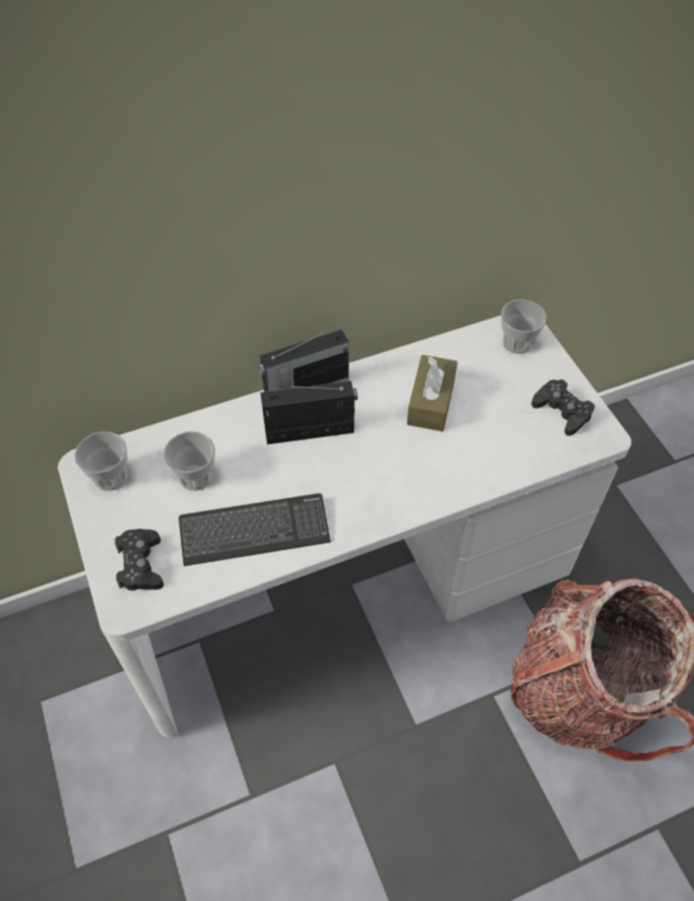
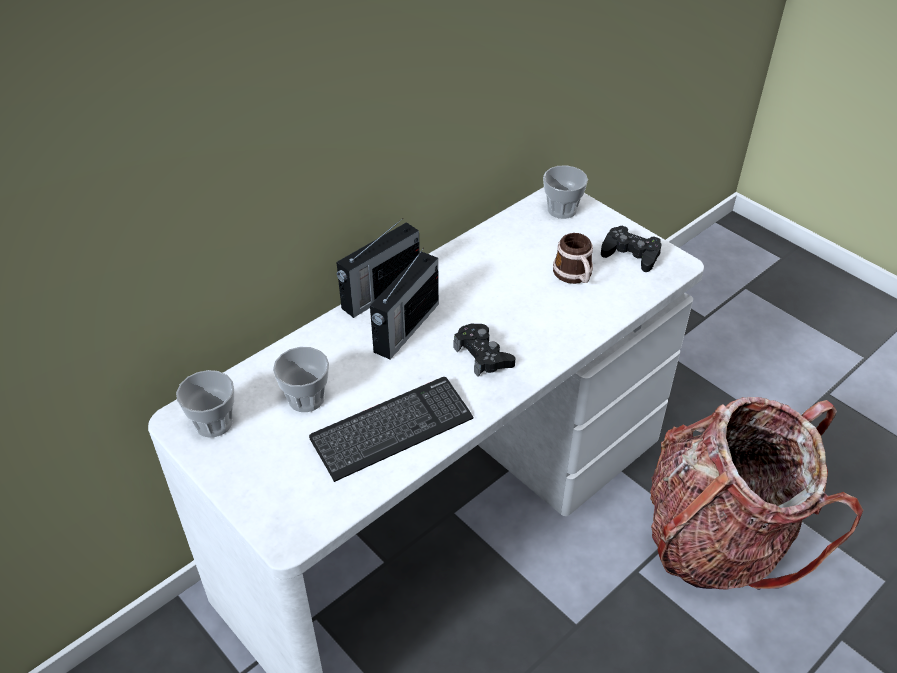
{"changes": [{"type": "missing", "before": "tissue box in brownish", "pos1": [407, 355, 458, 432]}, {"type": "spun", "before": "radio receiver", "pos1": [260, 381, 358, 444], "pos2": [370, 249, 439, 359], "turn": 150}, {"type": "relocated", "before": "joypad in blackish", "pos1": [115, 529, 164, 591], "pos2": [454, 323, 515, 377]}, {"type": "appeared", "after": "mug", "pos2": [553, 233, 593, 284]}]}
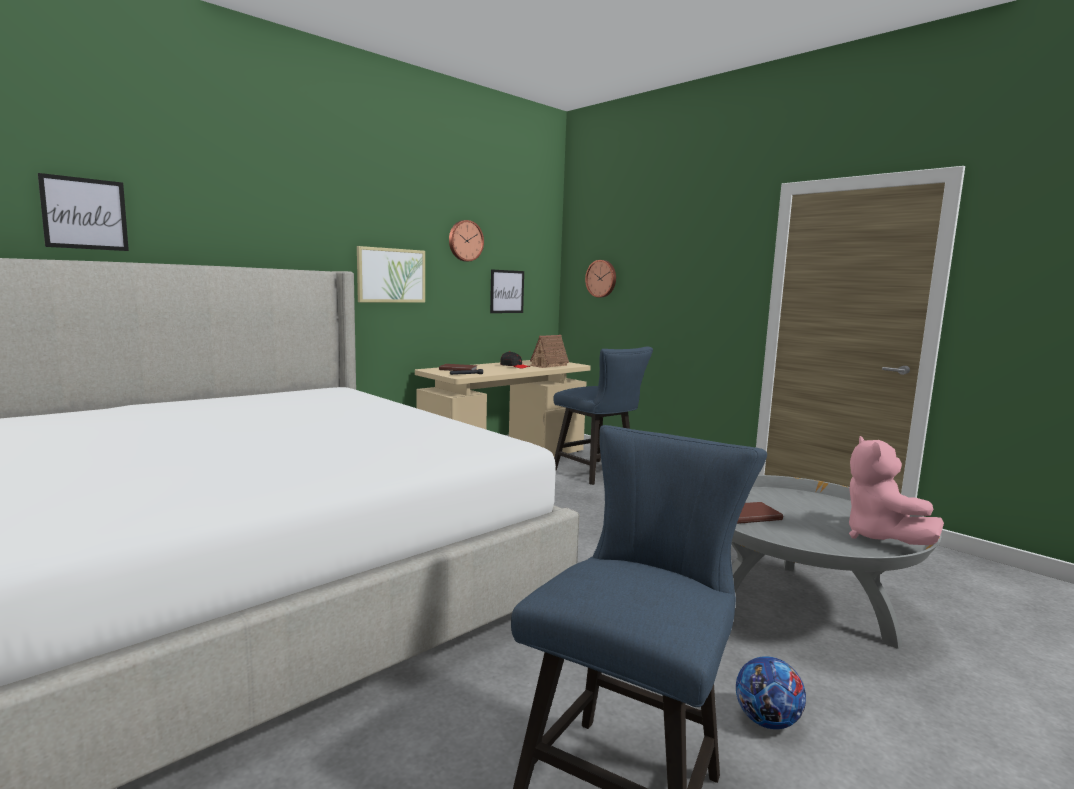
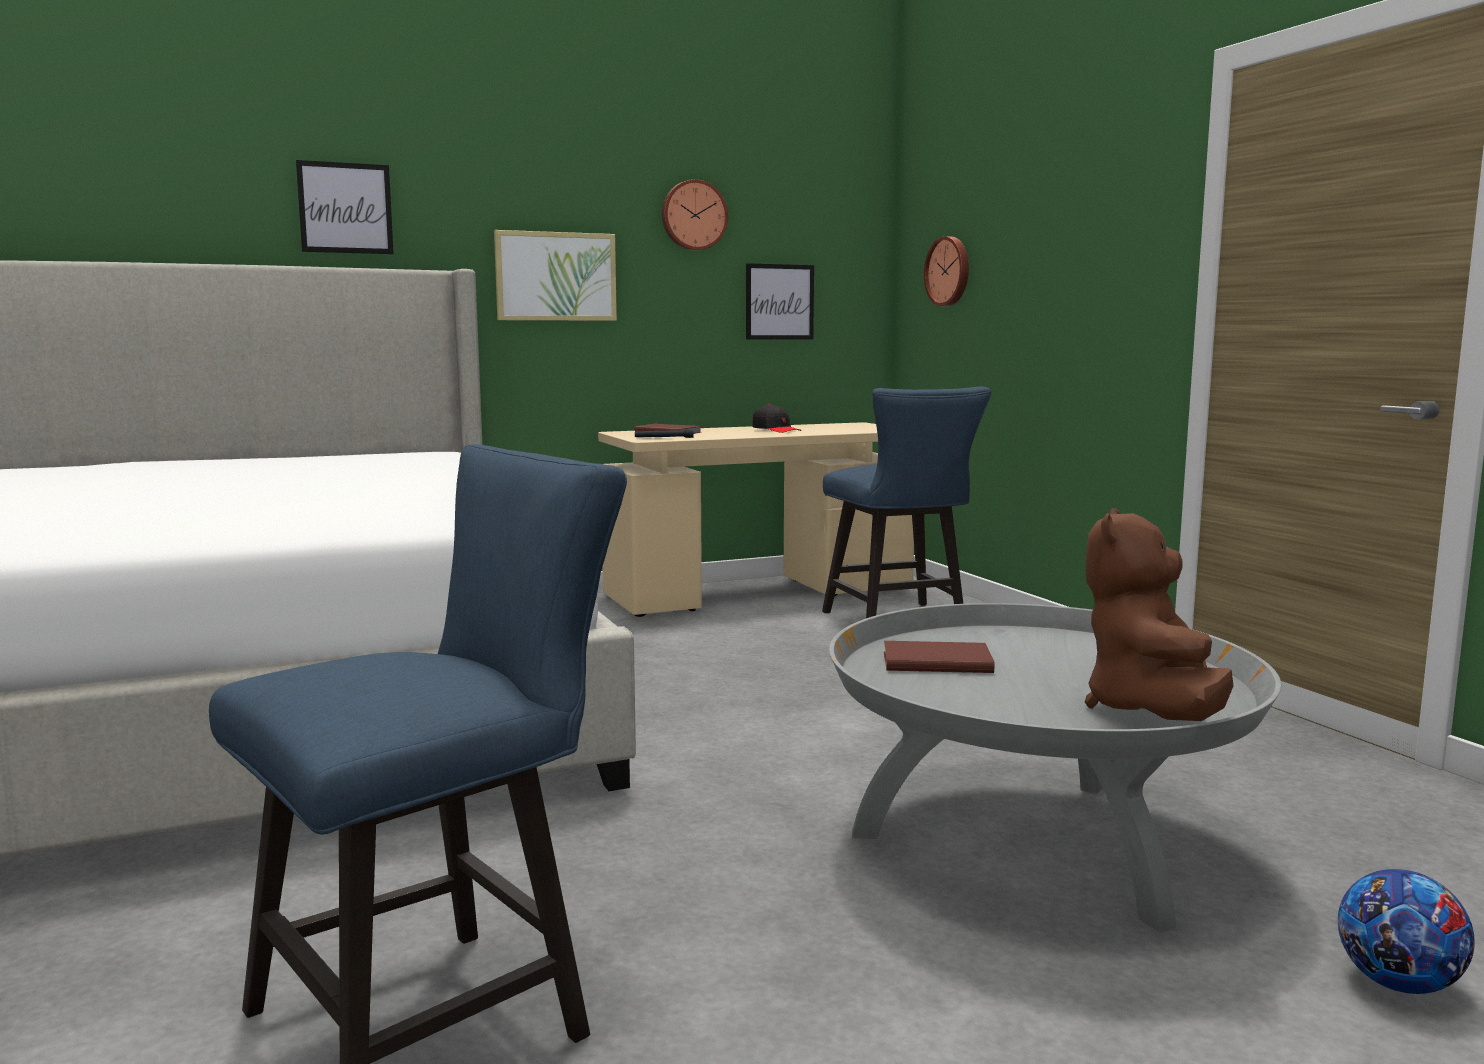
{"changes": [{"type": "relocated", "before": "wall picture", "pos1": [38, 173, 129, 251], "pos2": [296, 160, 394, 254]}, {"type": "missing", "before": "miniature house", "pos1": [529, 335, 569, 368]}, {"type": "colour", "before": "plush toy in pink", "after": "plush toy in brownish", "pos1": [849, 436, 944, 545], "pos2": [1085, 508, 1234, 721]}, {"type": "relocated", "before": "football", "pos1": [736, 656, 806, 729], "pos2": [1338, 869, 1475, 994]}]}
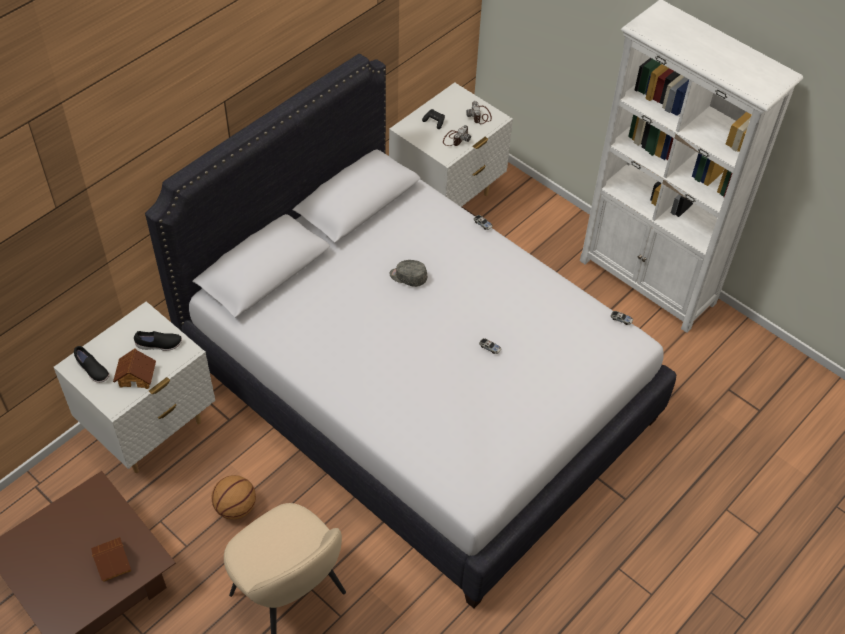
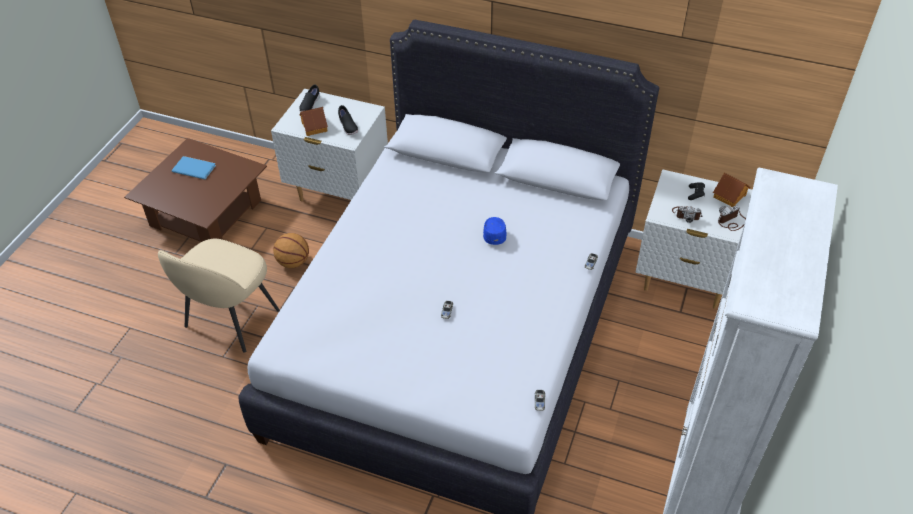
{"changes": [{"type": "colour", "before": "peaked cap in grey", "after": "peaked cap in bluish", "pos1": [390, 260, 427, 287], "pos2": [483, 217, 506, 245]}, {"type": "relocated", "before": "miniature house", "pos1": [91, 537, 131, 582], "pos2": [713, 173, 750, 207]}, {"type": "appeared", "after": "bound book in bluish", "pos2": [172, 156, 216, 179]}]}
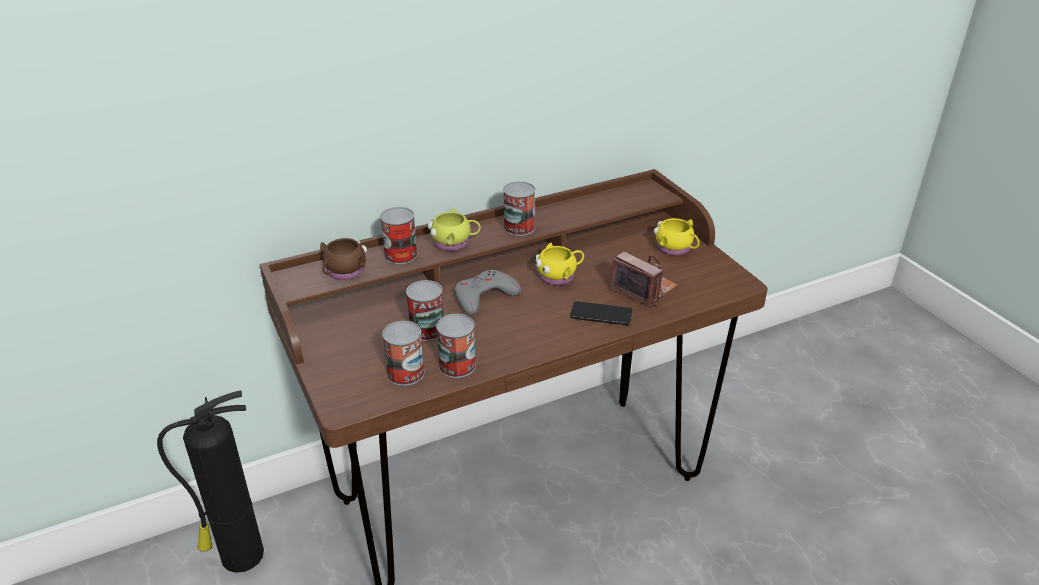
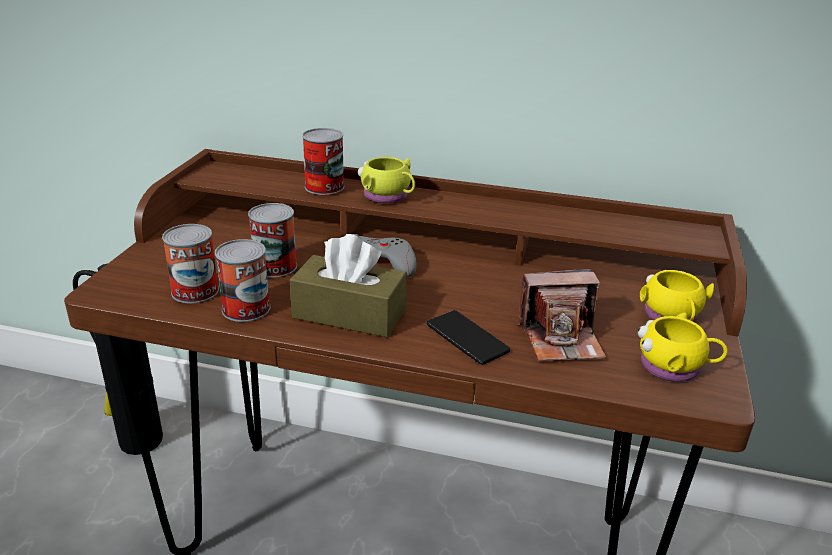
{"changes": [{"type": "missing", "before": "can", "pos1": [503, 181, 536, 236]}, {"type": "missing", "before": "mug in brownish", "pos1": [320, 238, 367, 280]}, {"type": "relocated", "before": "mug in yellow", "pos1": [534, 242, 584, 286], "pos2": [638, 312, 728, 382]}, {"type": "spun", "before": "photo camera", "pos1": [610, 252, 678, 307], "pos2": [517, 269, 606, 361], "turn": 90}, {"type": "appeared", "after": "tissue box in brownish", "pos2": [290, 234, 407, 338]}]}
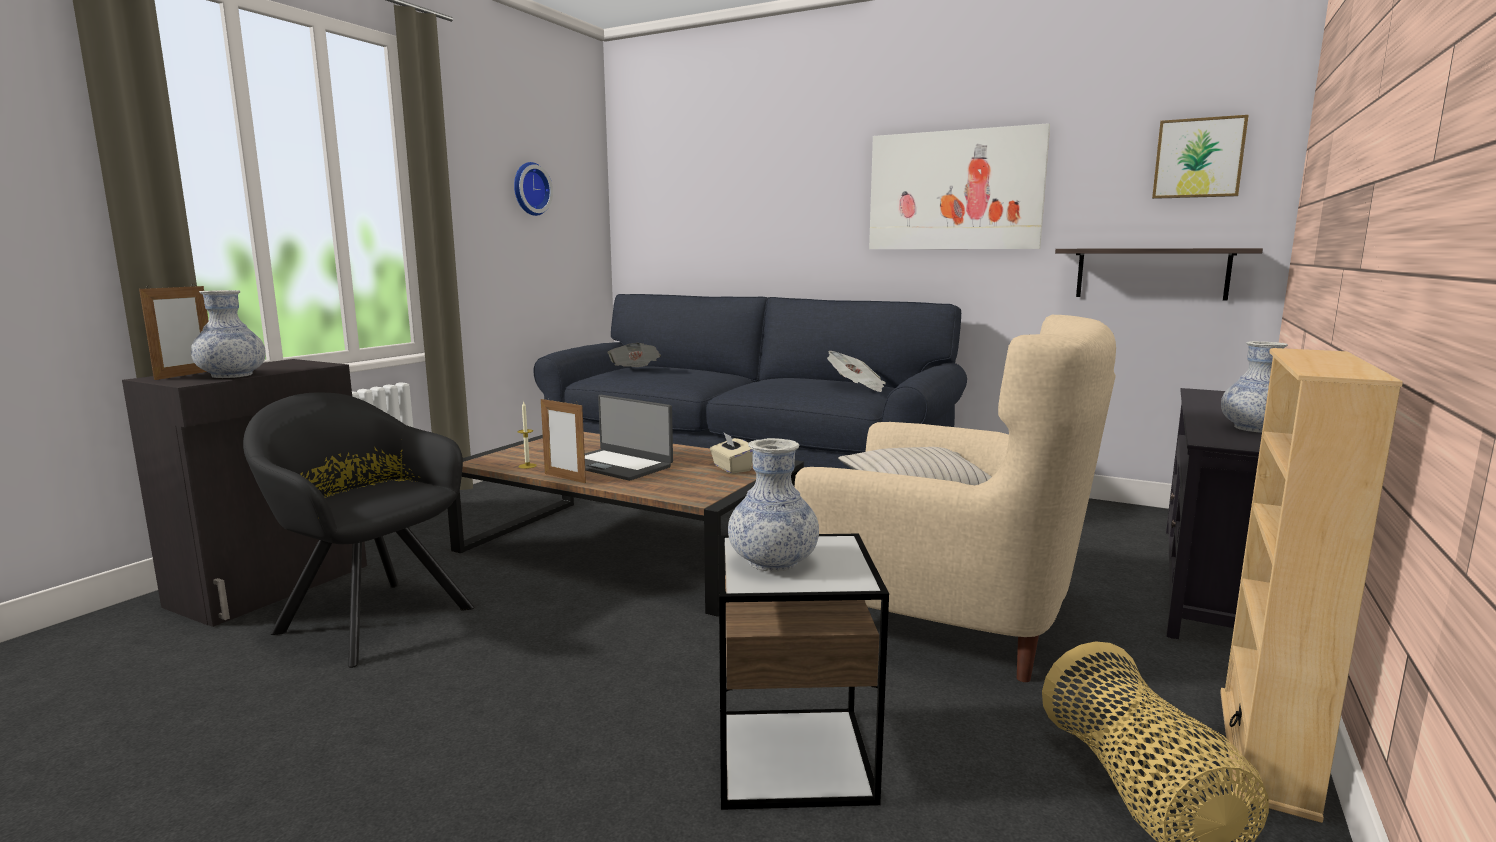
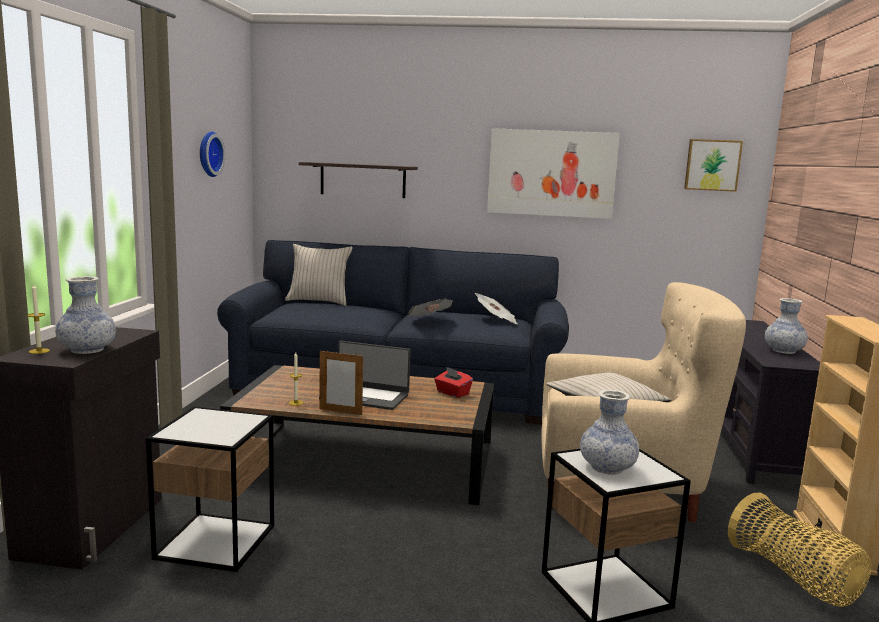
{"changes": [{"type": "relocated", "before": "wall shelf", "pos1": [1055, 248, 1263, 300], "pos2": [299, 162, 418, 198]}, {"type": "exchanged", "before": "picture frame", "after": "wax light", "pos1": [139, 283, 209, 380], "pos2": [27, 284, 50, 354]}, {"type": "relocated", "before": "daily paper", "pos1": [607, 343, 661, 367], "pos2": [408, 299, 453, 316]}, {"type": "exchanged", "before": "lounge chair in blackish", "after": "accent table", "pos1": [243, 393, 474, 668], "pos2": [146, 407, 274, 572]}, {"type": "colour", "before": "tissue box in beige-coloured", "after": "tissue box in reddish", "pos1": [710, 433, 753, 474], "pos2": [434, 367, 473, 398]}, {"type": "appeared", "after": "cushion in beige-coloured", "pos2": [285, 244, 353, 306]}]}
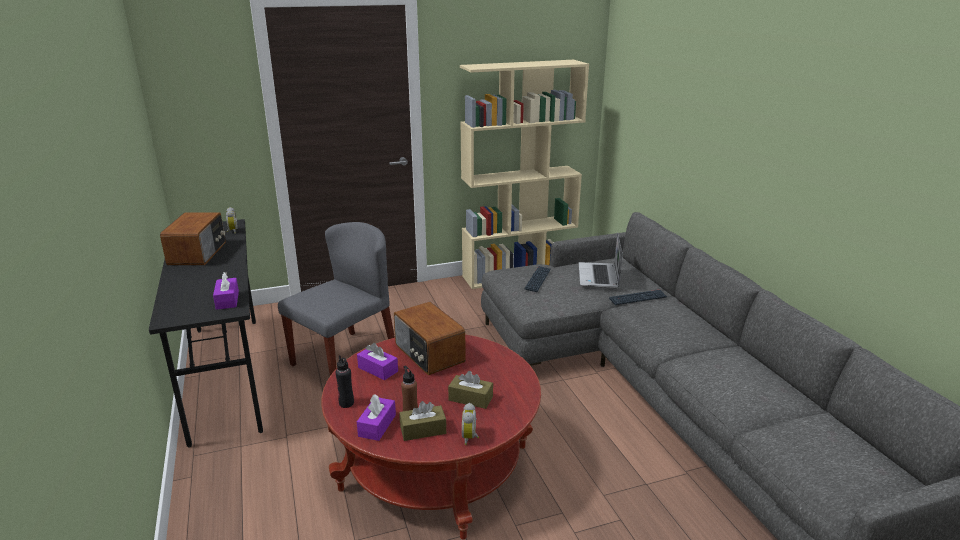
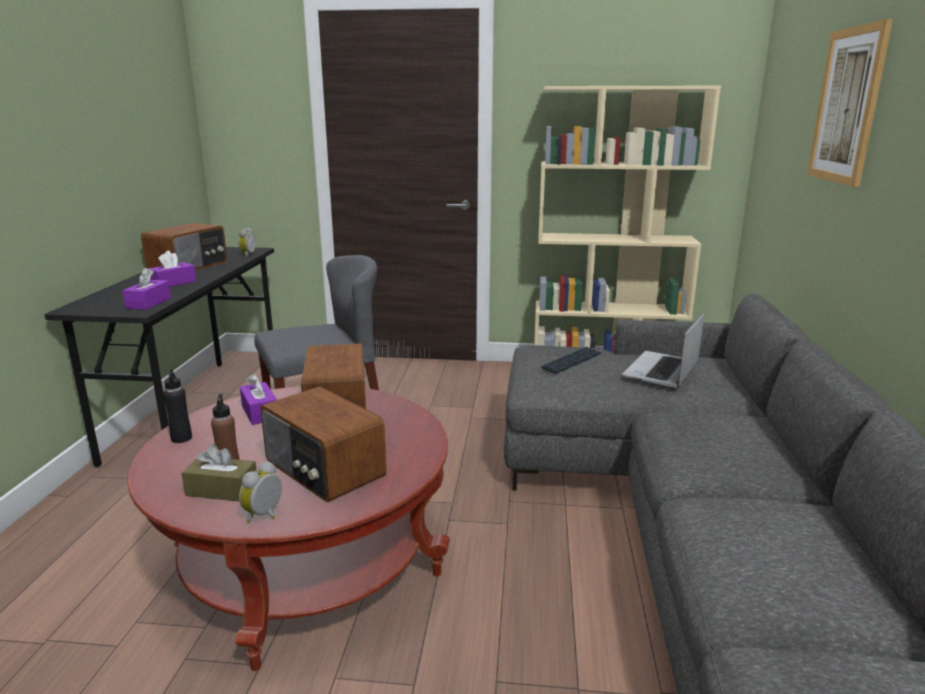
{"changes": [{"type": "missing", "before": "computer keyboard", "pos1": [609, 290, 667, 305]}, {"type": "exchanged", "before": "tissue box in brownish", "after": "radio receiver", "pos1": [448, 371, 493, 409], "pos2": [260, 386, 387, 502]}, {"type": "relocated", "before": "tissue box in purplish", "pos1": [357, 394, 396, 441], "pos2": [149, 251, 196, 287]}, {"type": "appeared", "after": "wall picture", "pos2": [807, 19, 893, 187]}]}
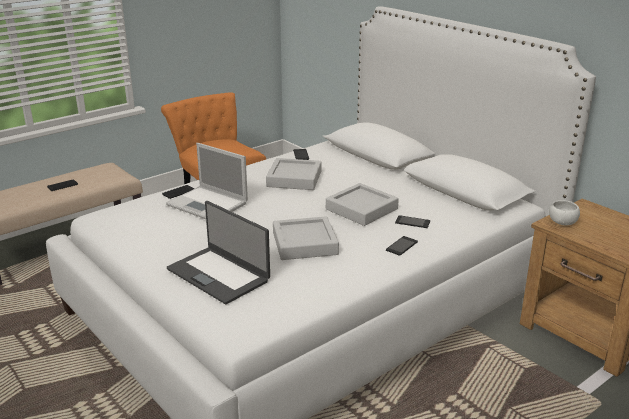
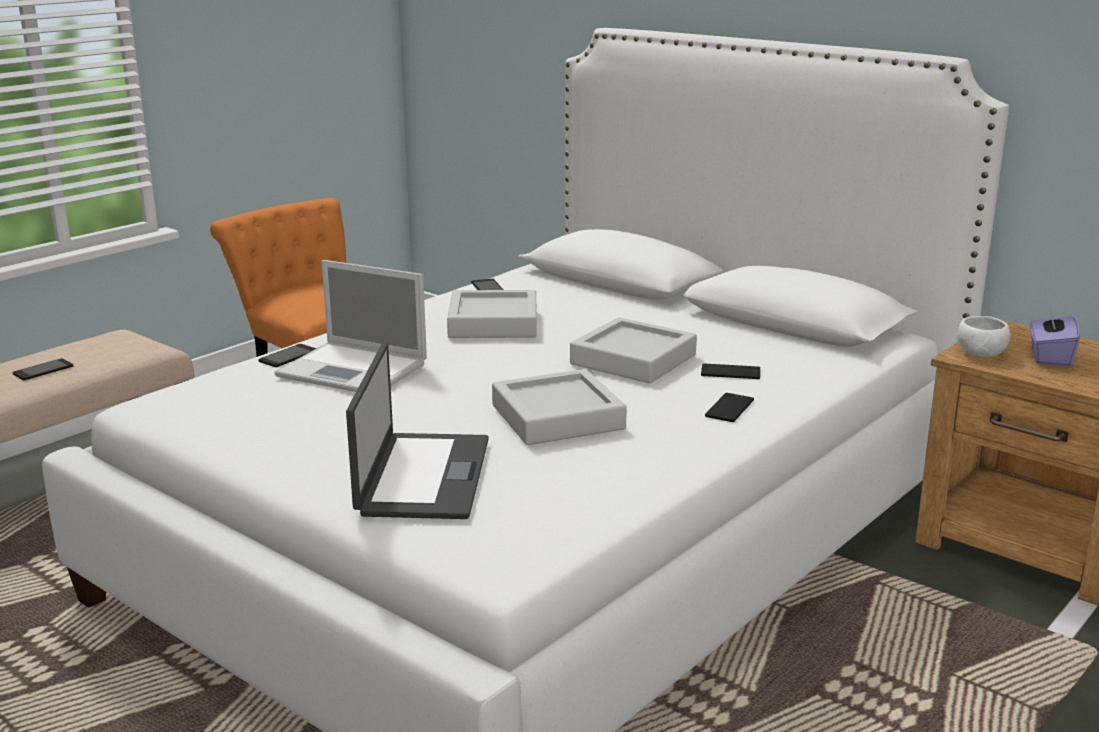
{"changes": [{"type": "spun", "before": "laptop", "pos1": [167, 201, 270, 304], "pos2": [346, 343, 489, 519], "turn": -120}, {"type": "appeared", "after": "tissue box in purplish", "pos2": [1030, 306, 1080, 367]}]}
